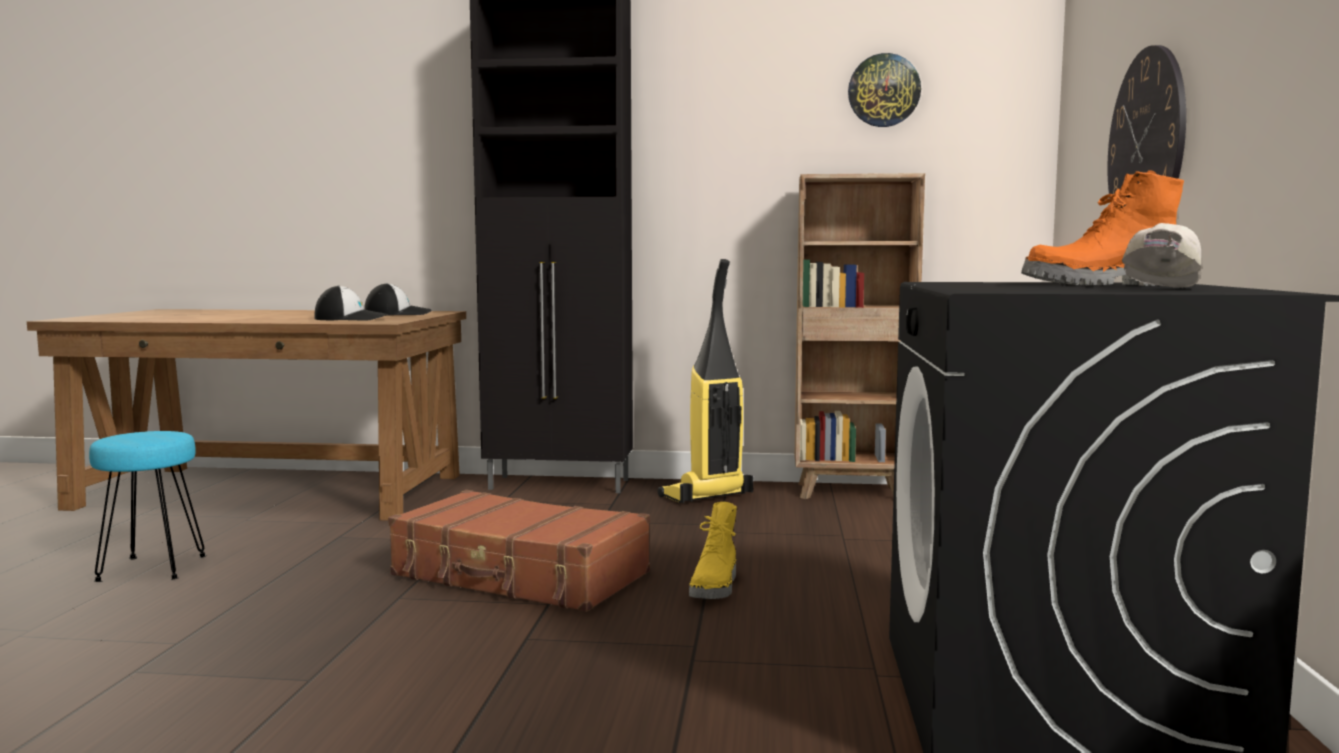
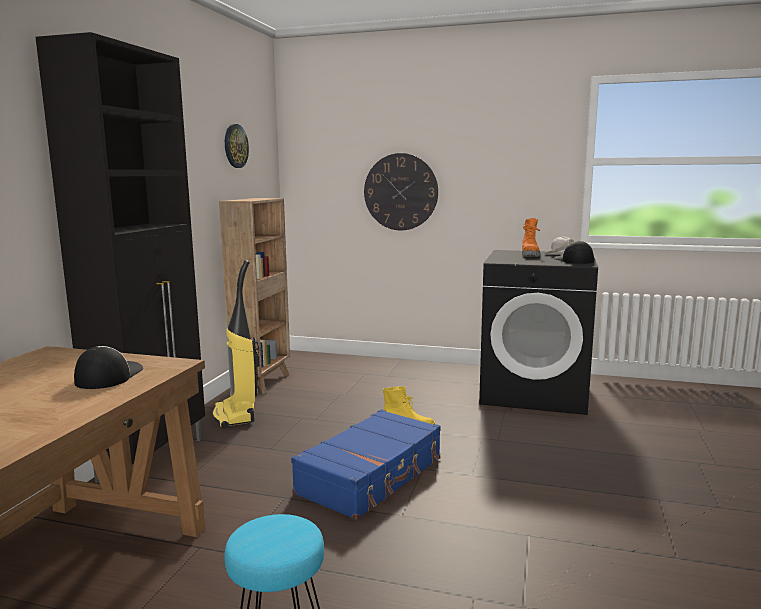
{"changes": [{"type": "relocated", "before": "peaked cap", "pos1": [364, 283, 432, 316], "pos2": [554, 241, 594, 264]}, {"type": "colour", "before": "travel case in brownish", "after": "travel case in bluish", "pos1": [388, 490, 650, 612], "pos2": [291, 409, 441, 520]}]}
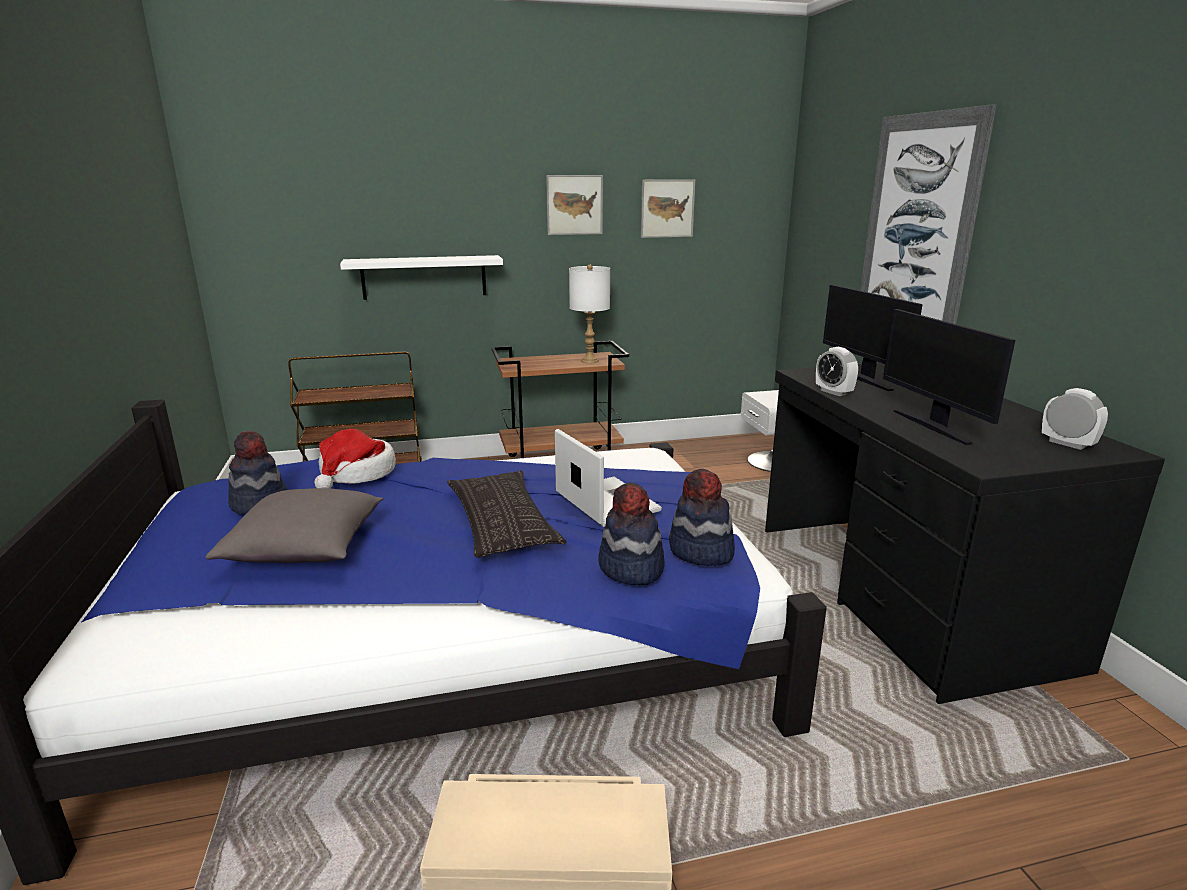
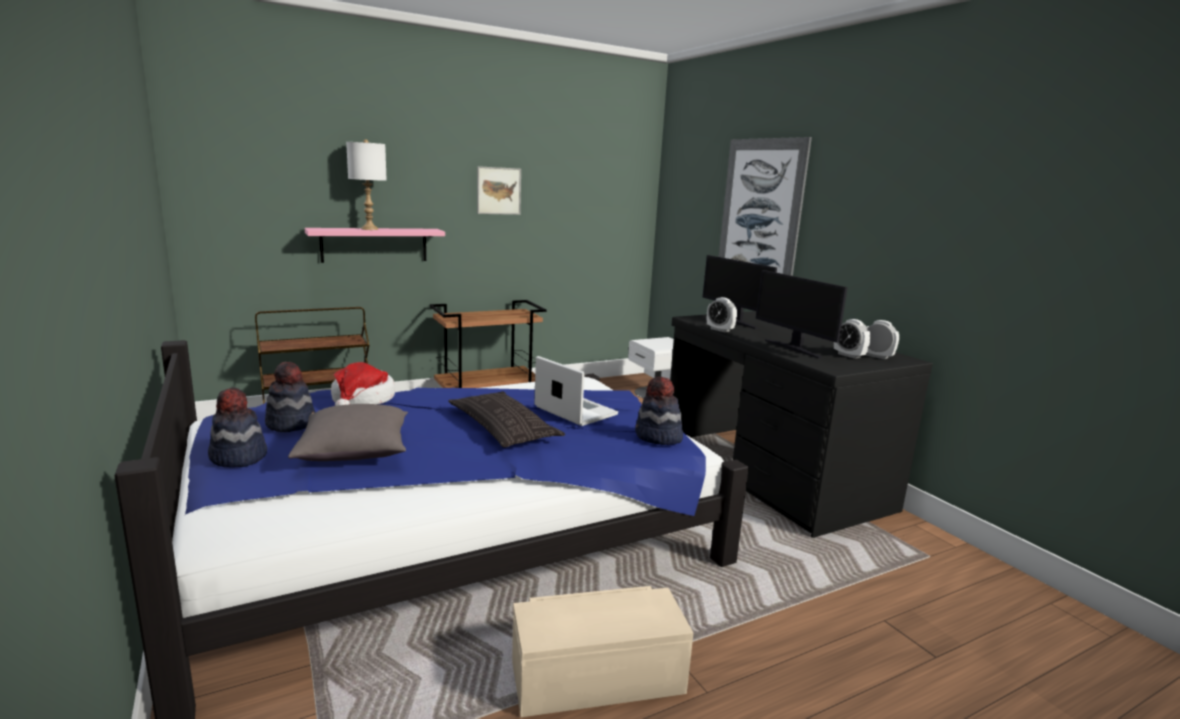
{"changes": [{"type": "missing", "before": "wall picture", "pos1": [641, 180, 695, 238]}, {"type": "colour", "before": "wall shelf in white", "after": "wall shelf in pink", "pos1": [340, 255, 503, 300], "pos2": [305, 228, 445, 263]}, {"type": "relocated", "before": "tabletop lamp in white", "pos1": [569, 265, 610, 363], "pos2": [346, 140, 387, 230]}, {"type": "relocated", "before": "wearable hat", "pos1": [599, 482, 664, 585], "pos2": [208, 387, 267, 467]}, {"type": "appeared", "after": "alarm clock", "pos2": [834, 319, 871, 359]}]}
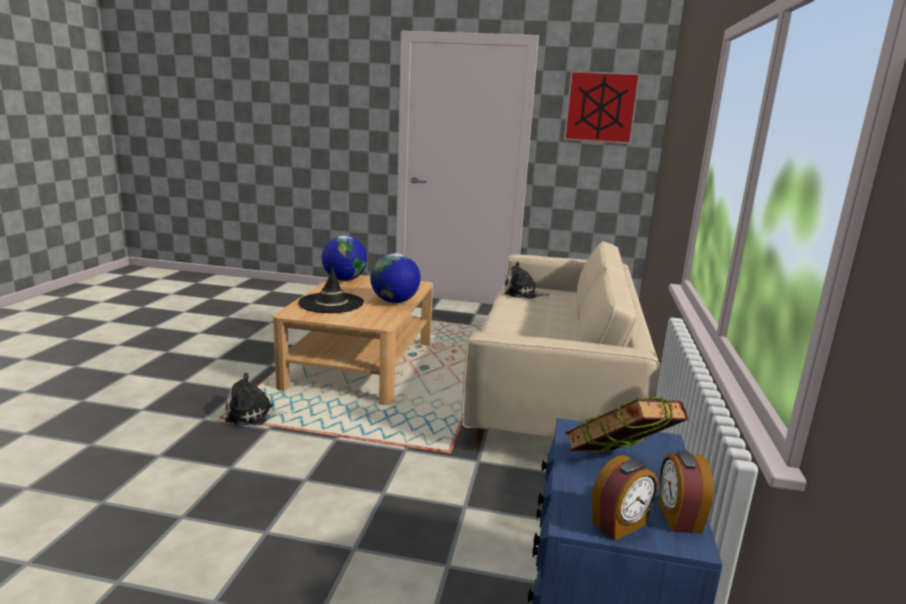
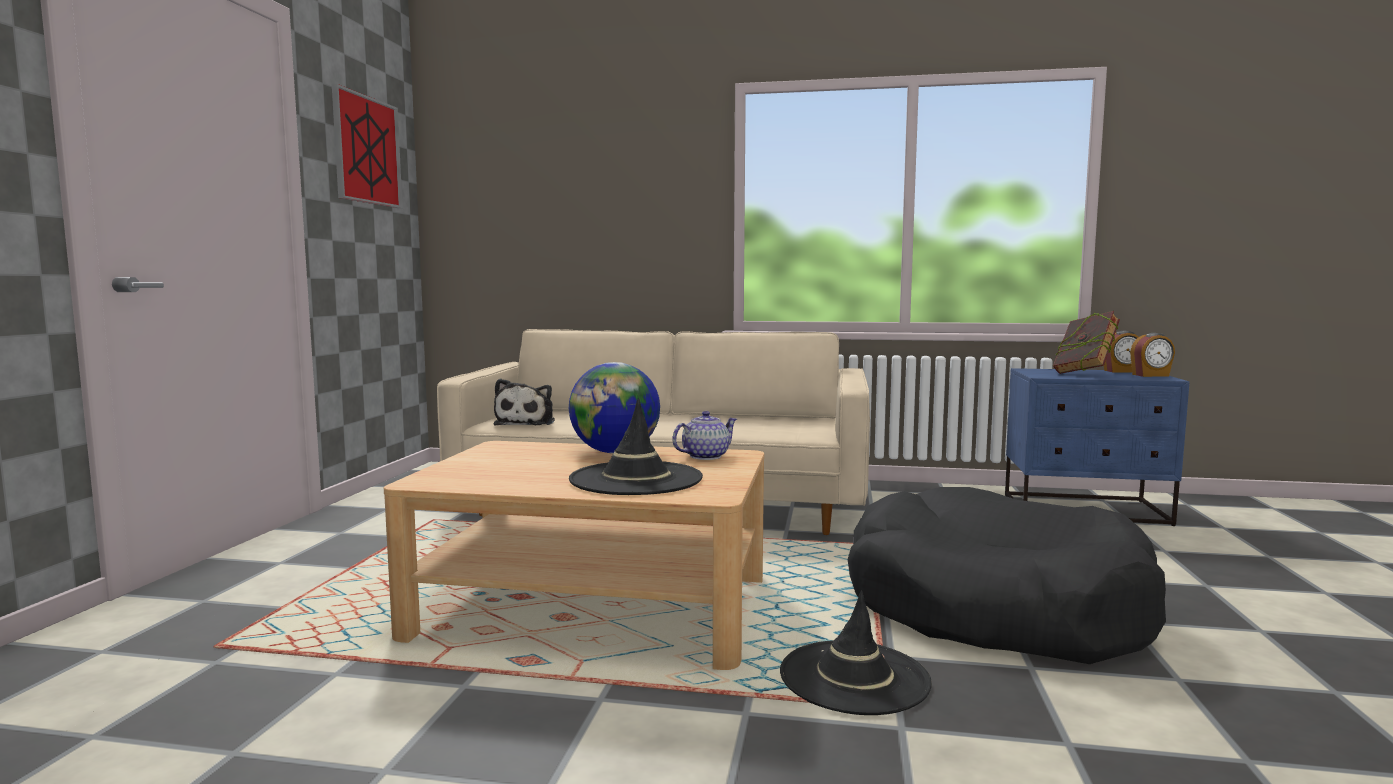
{"changes": [{"type": "missing", "before": "desk globe", "pos1": [322, 236, 368, 281]}, {"type": "exchanged", "before": "plush toy", "after": "wearable hat in blackish", "pos1": [225, 373, 287, 426], "pos2": [780, 590, 932, 715]}, {"type": "spun", "before": "alarm clock", "pos1": [592, 455, 658, 541], "pos2": [1130, 333, 1175, 377], "turn": 120}, {"type": "appeared", "after": "pot for tea", "pos2": [672, 411, 737, 460]}, {"type": "appeared", "after": "dog bed in blackish", "pos2": [848, 487, 1166, 664]}]}
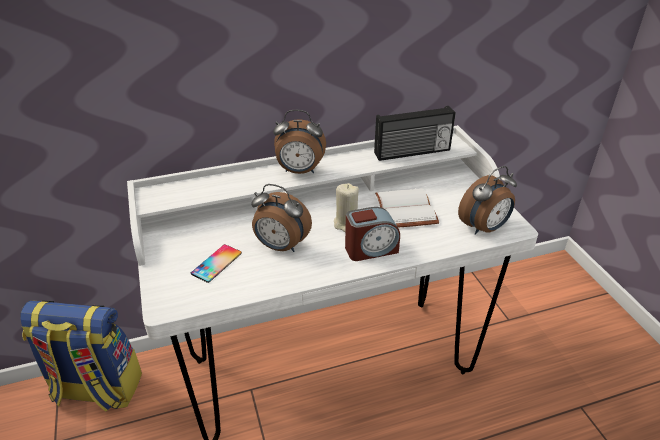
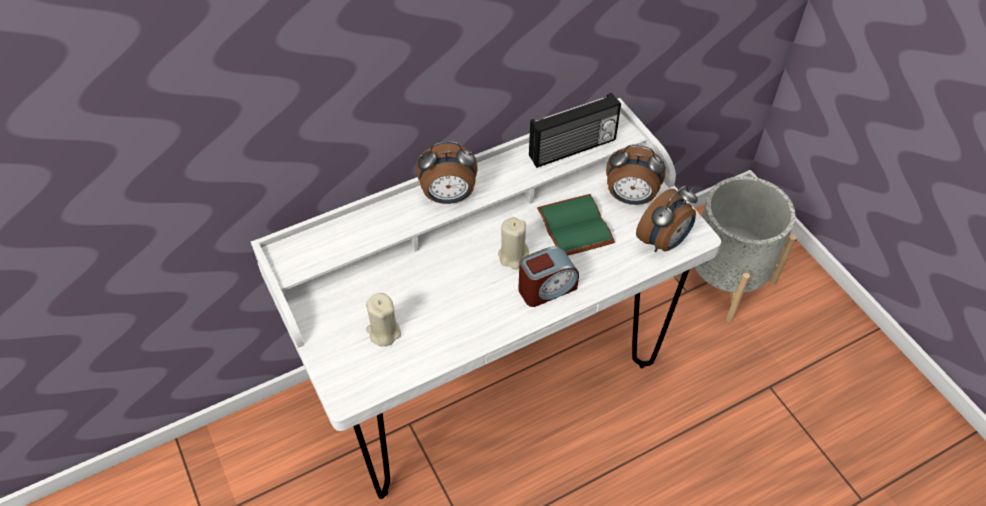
{"changes": [{"type": "relocated", "before": "alarm clock", "pos1": [251, 184, 312, 252], "pos2": [606, 145, 666, 205]}, {"type": "colour", "before": "bound book in white", "after": "bound book in green-coloured", "pos1": [375, 188, 439, 228], "pos2": [537, 194, 615, 255]}, {"type": "exchanged", "before": "handset", "after": "wax light in beige-coloured", "pos1": [191, 244, 242, 283], "pos2": [366, 293, 401, 347]}, {"type": "missing", "before": "rucksack", "pos1": [20, 300, 142, 412]}, {"type": "appeared", "after": "plant pot in grey", "pos2": [674, 176, 797, 322]}]}
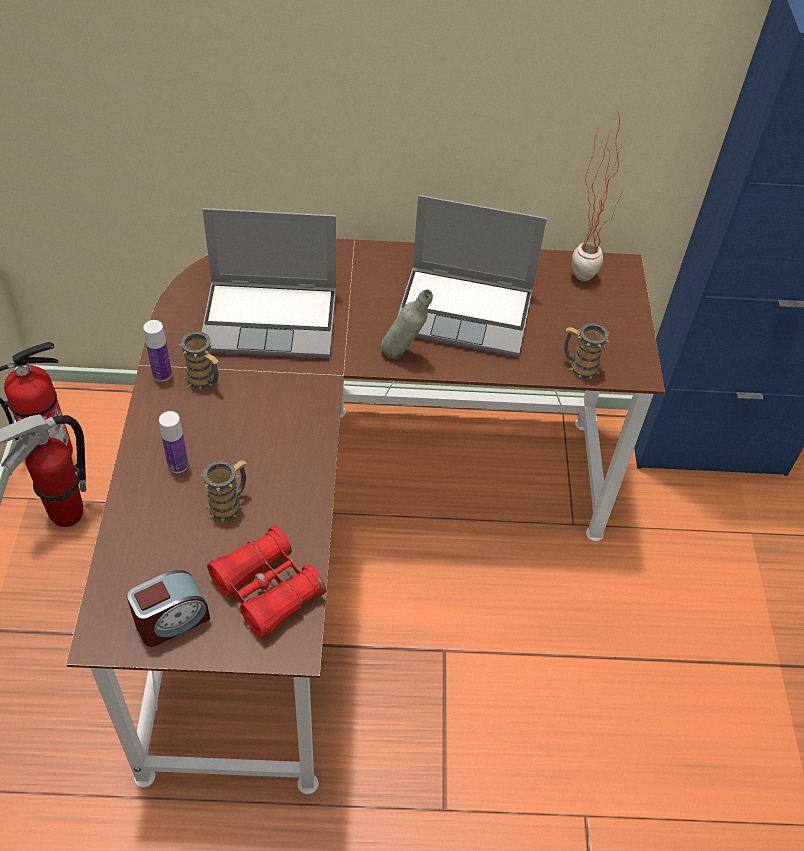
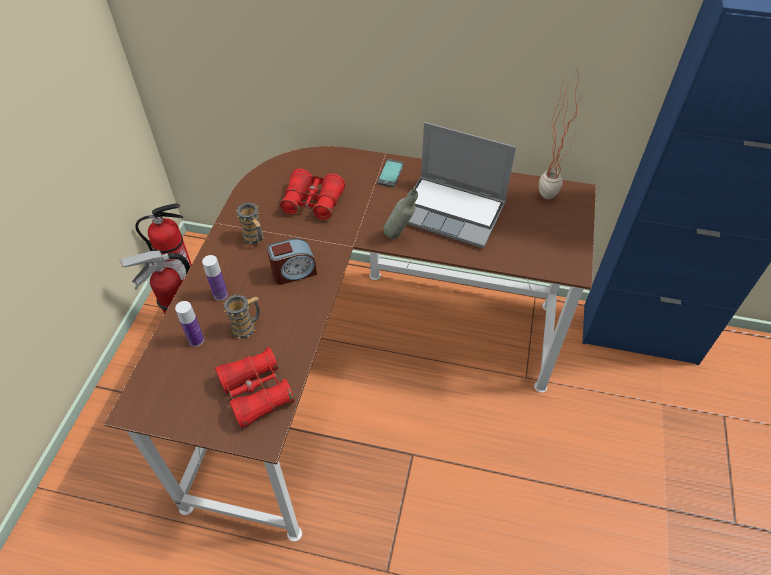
{"changes": [{"type": "exchanged", "before": "laptop", "after": "binoculars in reddish", "pos1": [202, 208, 336, 358], "pos2": [279, 169, 345, 220]}, {"type": "relocated", "before": "drink bottle", "pos1": [143, 320, 172, 382], "pos2": [175, 301, 204, 347]}, {"type": "missing", "before": "mug", "pos1": [564, 323, 610, 379]}, {"type": "relocated", "before": "alarm clock", "pos1": [127, 570, 210, 647], "pos2": [267, 238, 317, 285]}, {"type": "appeared", "after": "handset", "pos2": [377, 159, 404, 187]}]}
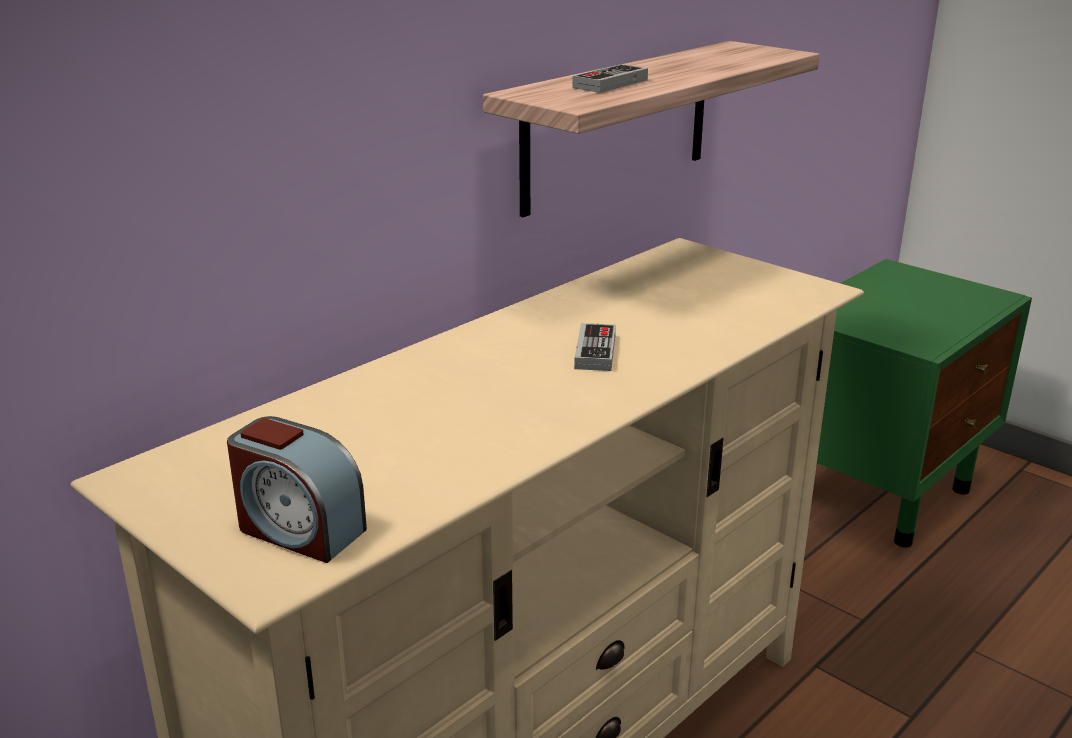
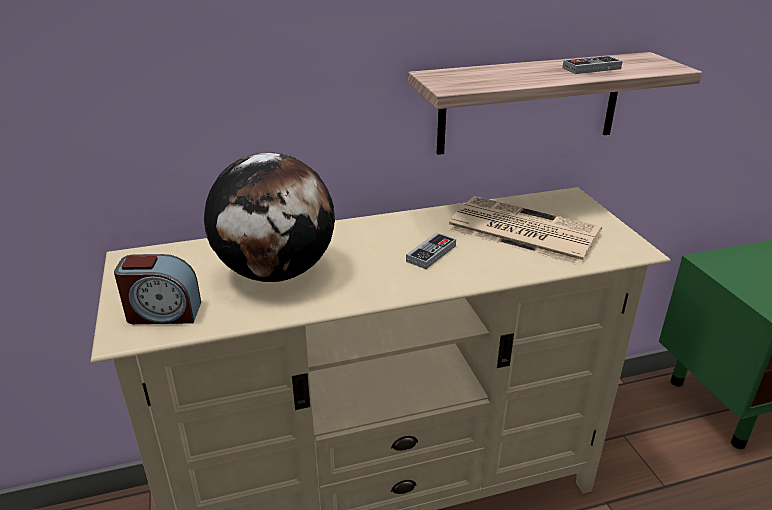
{"changes": [{"type": "relocated", "before": "joypad", "pos1": [572, 64, 648, 93], "pos2": [563, 56, 623, 74]}, {"type": "spun", "before": "alarm clock", "pos1": [227, 416, 367, 563], "pos2": [114, 254, 201, 324], "turn": -60}, {"type": "appeared", "after": "desk globe", "pos2": [204, 152, 335, 282]}, {"type": "appeared", "after": "daily paper", "pos2": [447, 196, 602, 266]}]}
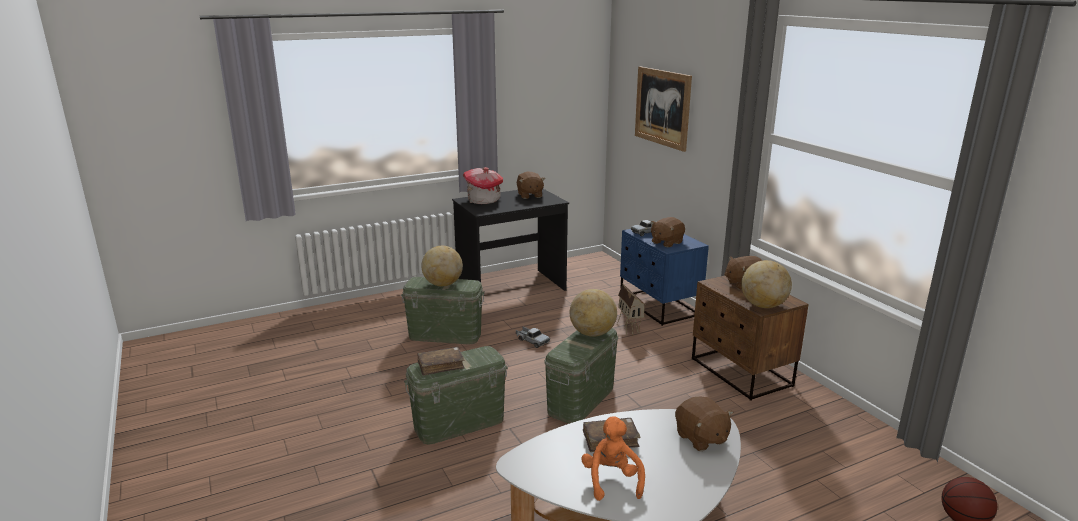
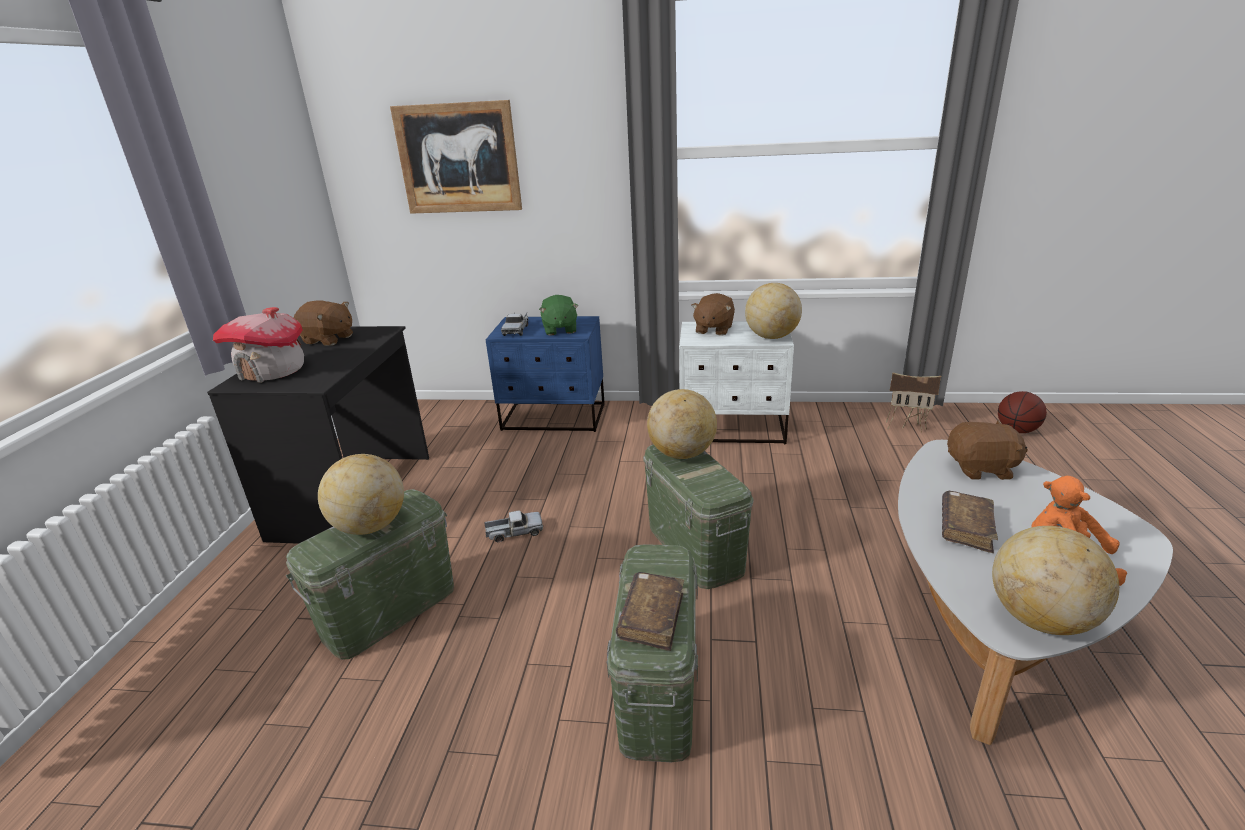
{"changes": [{"type": "colour", "before": "plush toy in brownish", "after": "plush toy in green-coloured", "pos1": [651, 217, 685, 247], "pos2": [539, 295, 579, 336]}, {"type": "colour", "before": "bedside table in brownish", "after": "bedside table in white", "pos1": [692, 275, 809, 401], "pos2": [679, 321, 794, 444]}, {"type": "relocated", "before": "miniature house", "pos1": [617, 283, 646, 336], "pos2": [886, 372, 941, 433]}, {"type": "appeared", "after": "desk globe", "pos2": [992, 526, 1119, 635]}]}
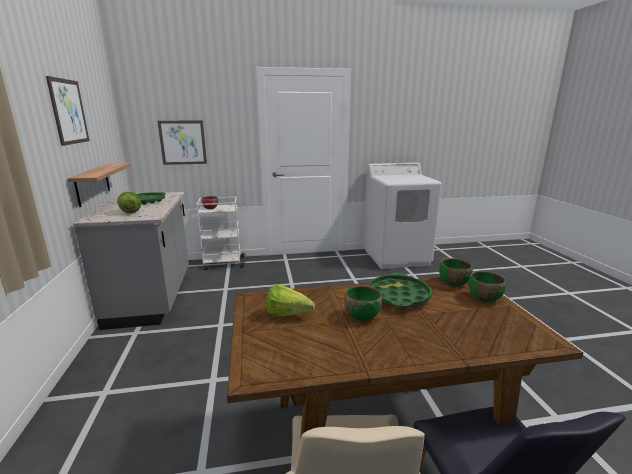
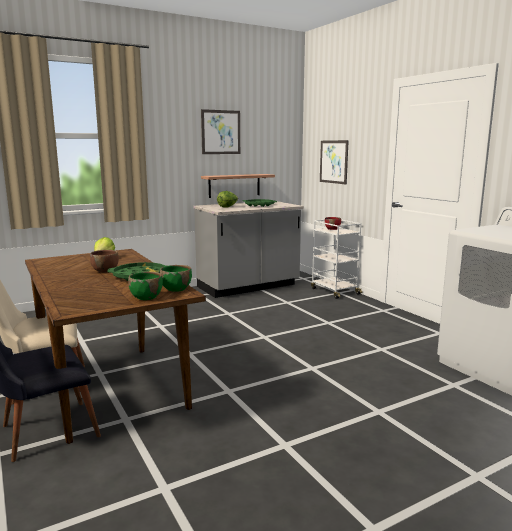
{"changes": [{"type": "colour", "before": "bowl in green-coloured", "after": "bowl in brownish", "pos1": [344, 285, 382, 321], "pos2": [90, 250, 119, 273]}]}
